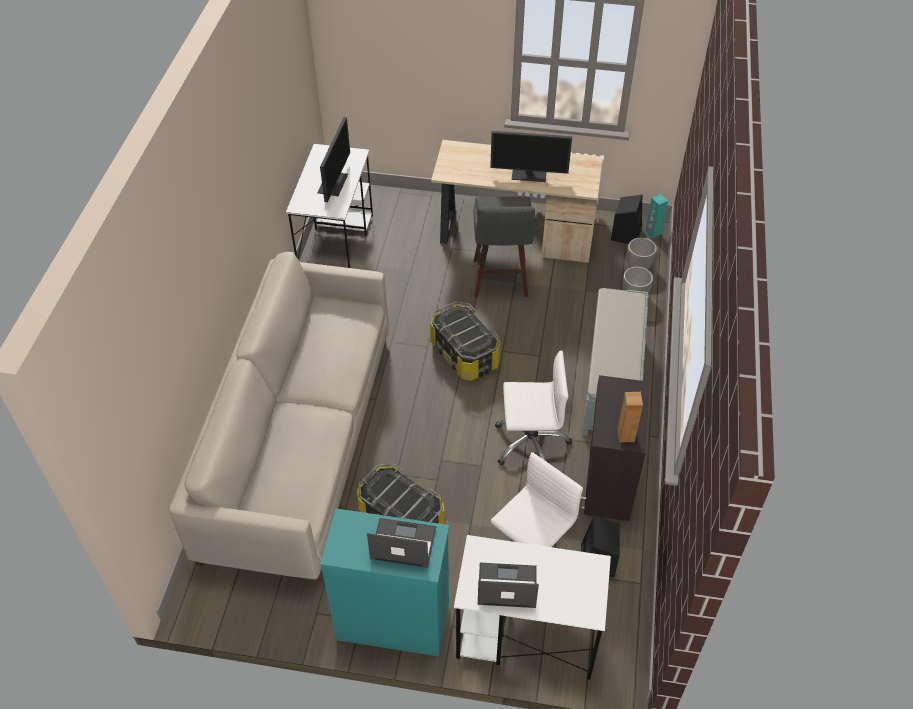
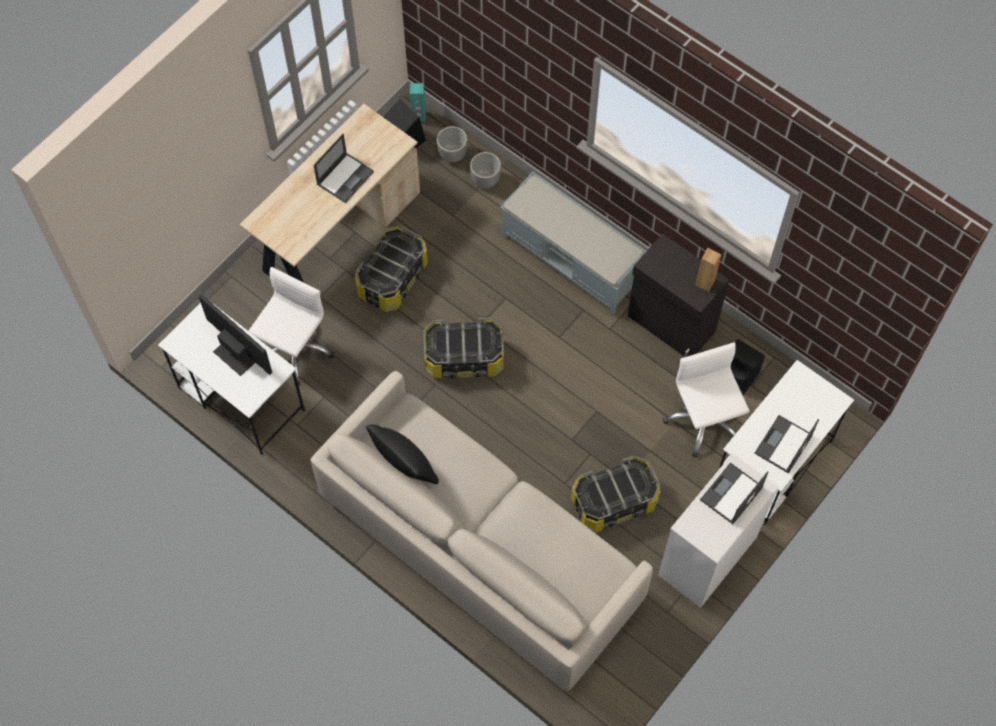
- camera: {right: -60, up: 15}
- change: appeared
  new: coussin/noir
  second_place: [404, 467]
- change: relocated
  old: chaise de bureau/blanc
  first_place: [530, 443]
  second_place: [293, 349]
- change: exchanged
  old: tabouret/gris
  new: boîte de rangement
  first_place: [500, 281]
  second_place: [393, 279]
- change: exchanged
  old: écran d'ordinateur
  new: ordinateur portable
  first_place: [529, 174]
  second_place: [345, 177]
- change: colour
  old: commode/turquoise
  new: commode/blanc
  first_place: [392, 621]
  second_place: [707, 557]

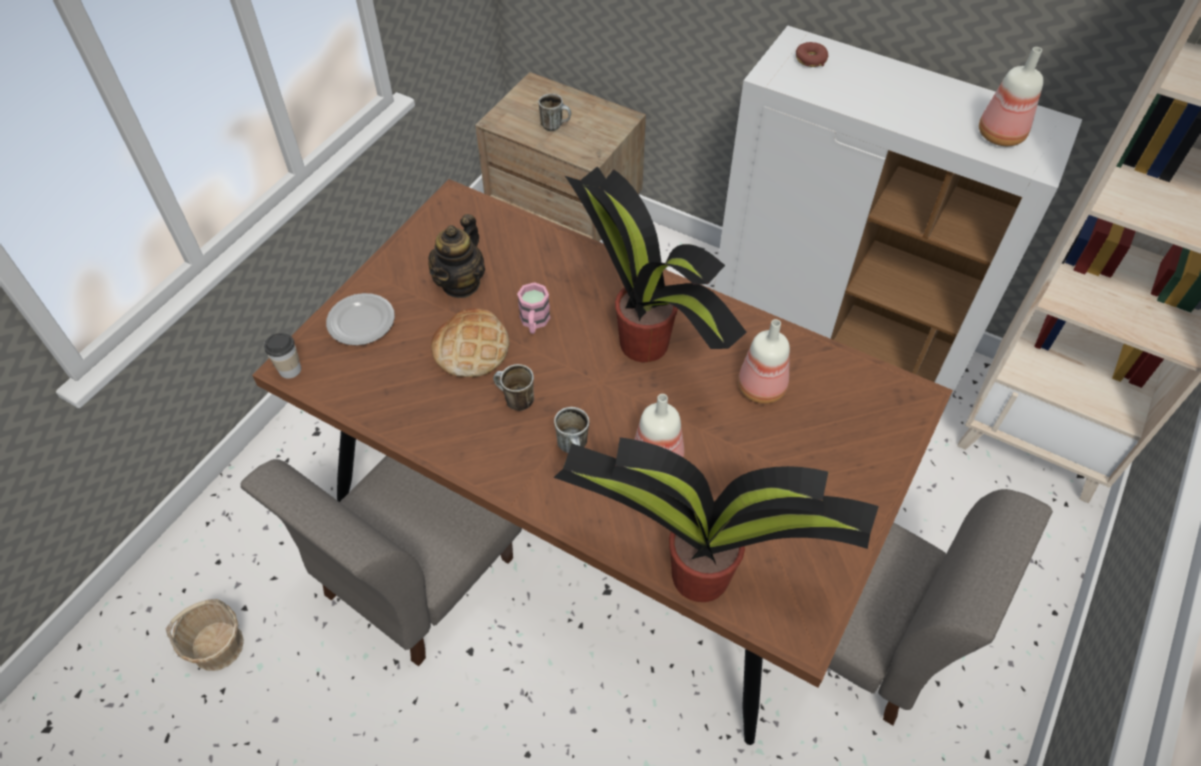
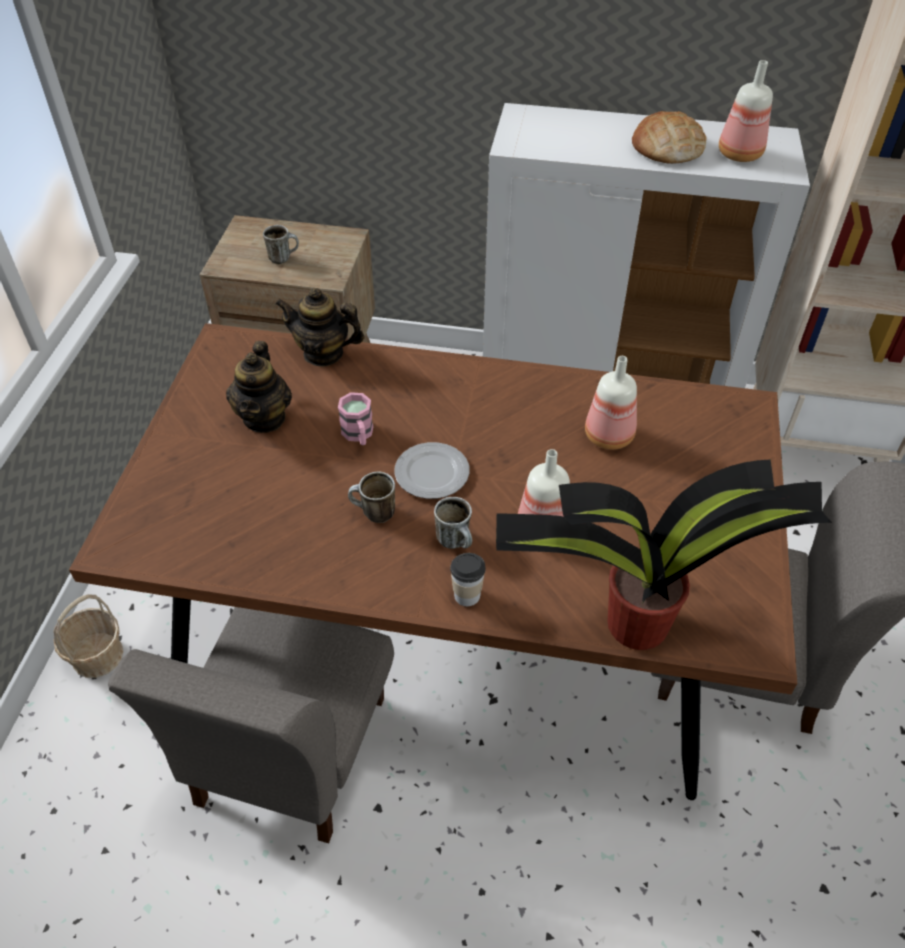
- camera: {right: -20, up: -5}
- change: missing
  old: plante en pot
  first_place: [645, 345]
- change: missing
  old: beignet
  first_place: [810, 59]
- change: appeared
  new: théière
  second_place: [323, 353]
- change: relocated
  old: panier
  first_place: [217, 646]
  second_place: [97, 655]
- change: relocated
  old: tasse
  first_place: [290, 370]
  second_place: [467, 595]
- change: relocated
  old: assiette
  first_place: [362, 322]
  second_place: [432, 473]
- change: relocated
  old: pain
  first_place: [471, 348]
  second_place: [667, 146]

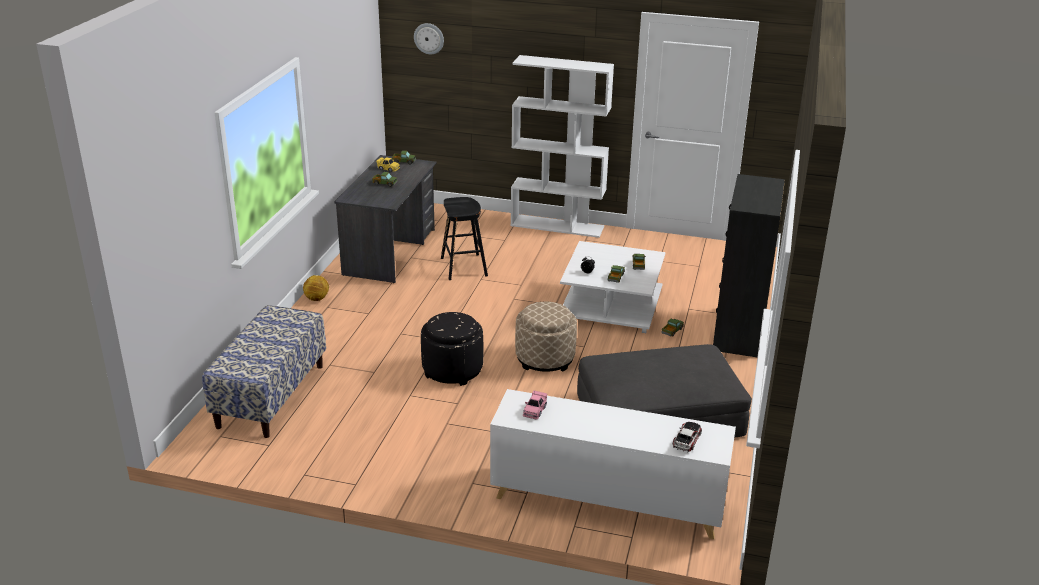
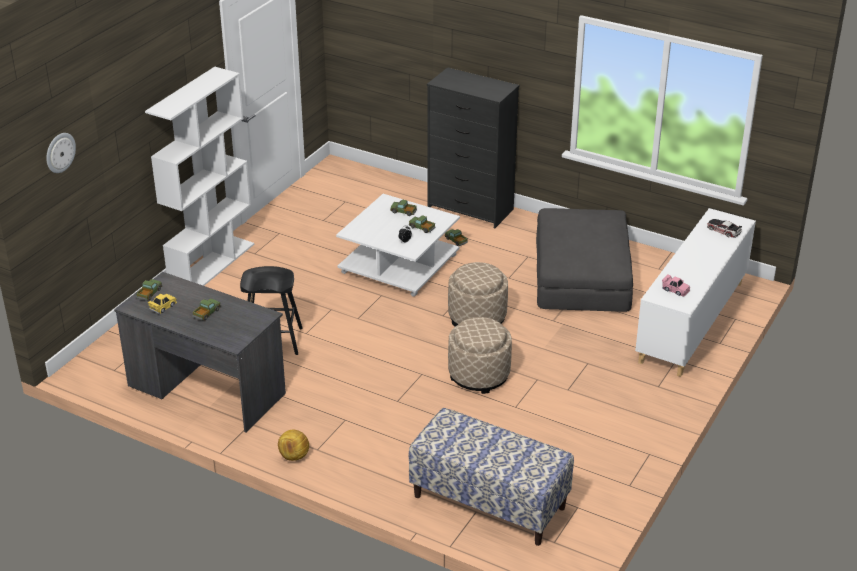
- camera: {right: -75, up: 5}
- change: colour
  old: pouf/noir
  new: pouf/beige
  first_place: [452, 370]
  second_place: [479, 375]

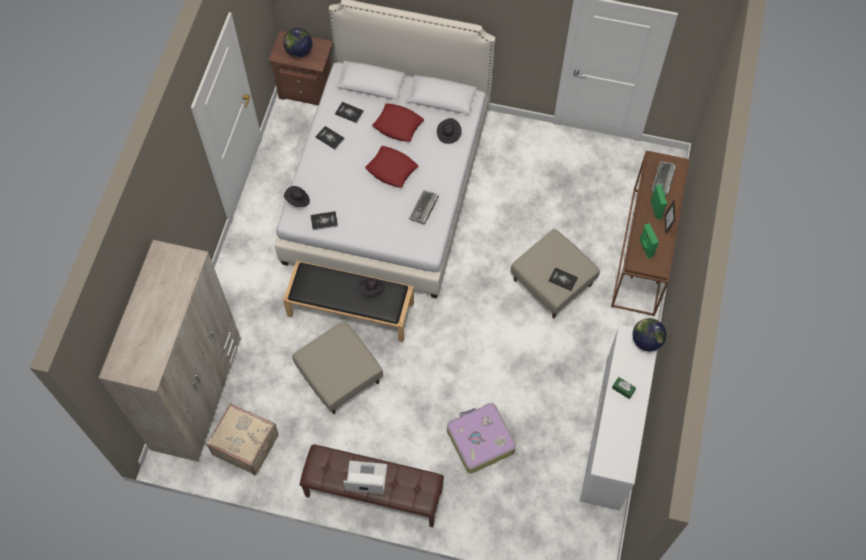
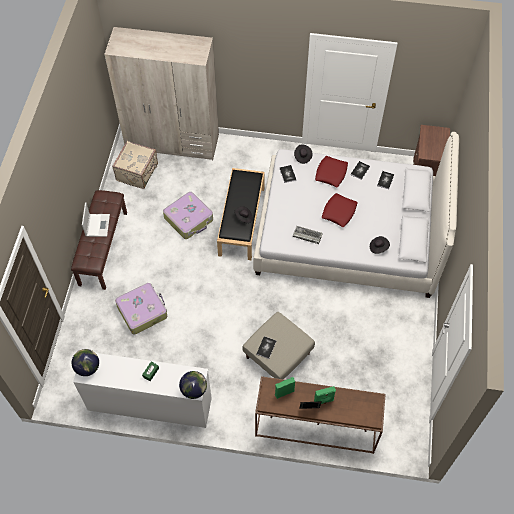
- camera: {right: 85, up: -5}
- change: missing
  old: clavier
  first_place: [663, 180]
- change: relocated
  old: globe
  first_place: [299, 51]
  second_place: [87, 368]
- change: relocated
  old: coussin/rouge
  first_place: [398, 125]
  second_place: [331, 173]
- change: exchanged
  old: pouf/beige
  new: valise
  first_place: [339, 375]
  second_place: [189, 219]

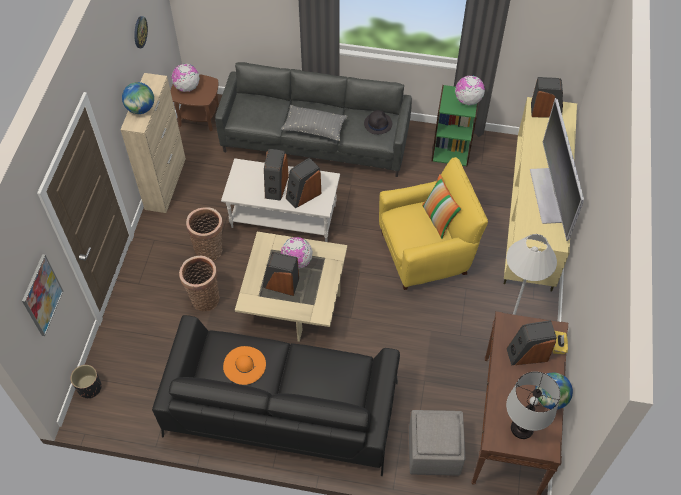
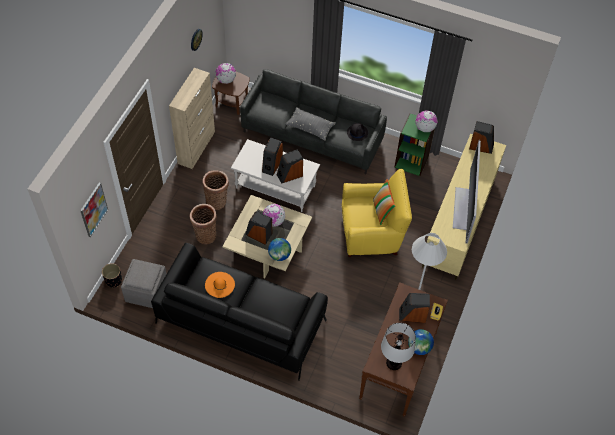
- camera: {right: 10, up: 0}
- change: relocated
  old: globe
  first_place: [141, 109]
  second_place: [279, 255]
- change: relocated
  old: pouf/gris
  first_place: [433, 452]
  second_place: [146, 292]

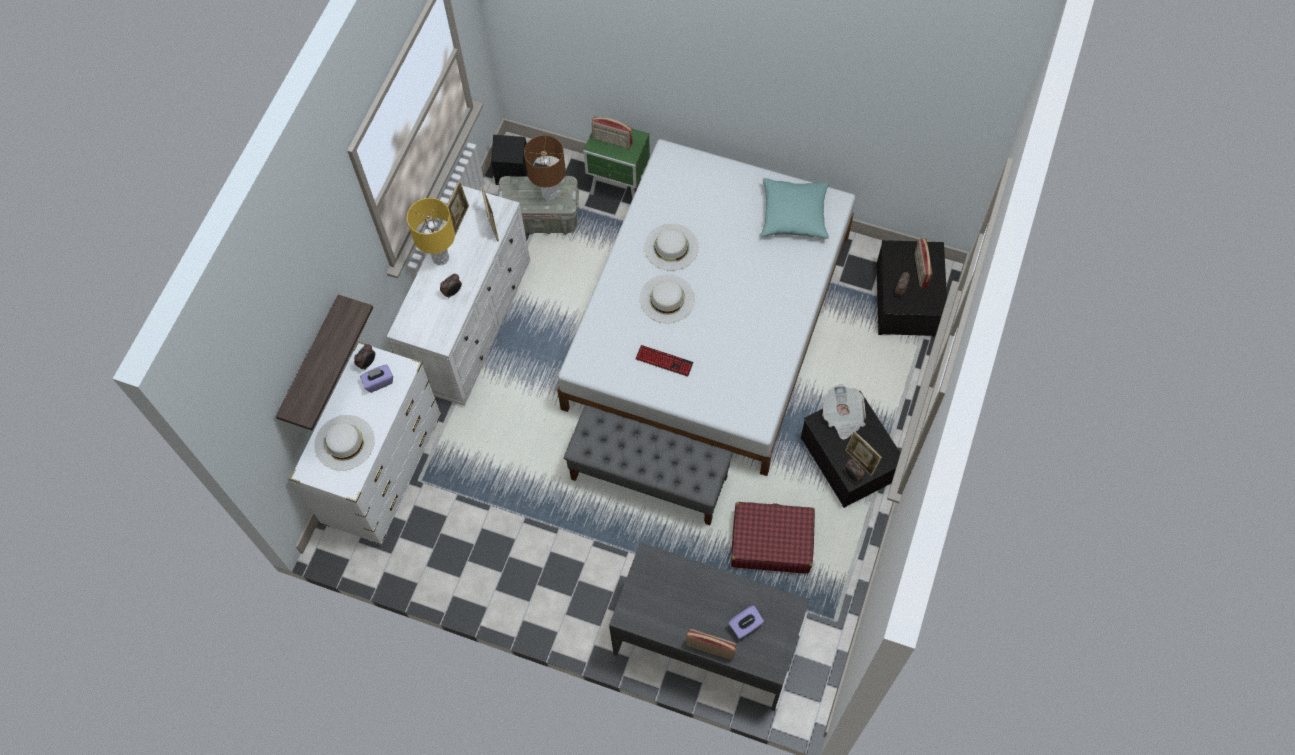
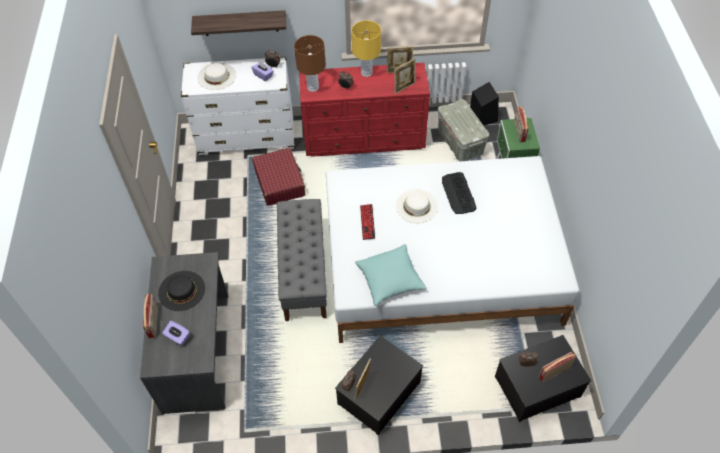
- camera: {right: 65, up: -10}
- change: missing
  old: journal
  first_place: [843, 417]
- change: appeared
  new: chapeau/noir
  second_place: [181, 290]
- change: relocated
  old: lampe de table/marron
  first_place: [550, 193]
  second_place: [313, 87]
- change: relocated
  old: valise/rouge
  first_place: [771, 541]
  second_place: [279, 182]
- change: relocated
  old: coussin/turquoise
  first_place: [794, 215]
  second_place: [390, 279]
- change: exchanged
  old: chapeau/blanc
  new: clavier
  first_place: [671, 247]
  second_place: [458, 193]
- change: colour
  old: commode/blanc
  new: commode/rouge
  first_place: [471, 323]
  second_place: [365, 138]

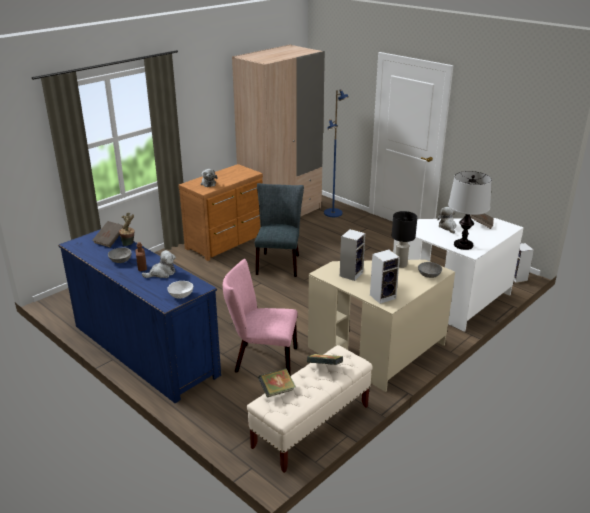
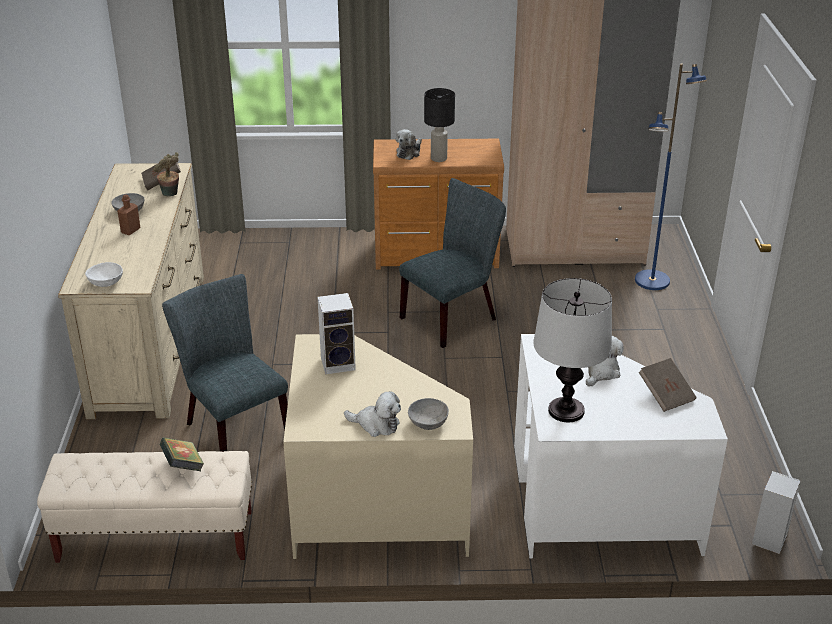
- camera: {right: 45, up: 5}
- change: missing
  old: livre
  first_place: [277, 391]
- change: missing
  old: enceinte
  first_place: [383, 296]
- change: relocated
  old: peluche
  first_place: [162, 273]
  second_place: [376, 424]
- change: relocated
  old: lampe de table/noir
  first_place: [400, 265]
  second_place: [438, 158]
- change: colour
  old: commode/bleu
  new: commode/beige
  first_place: [144, 349]
  second_place: [150, 342]
- change: colour
  old: chaise/rose
  new: chaise/gris
  first_place: [261, 360]
  second_place: [233, 428]

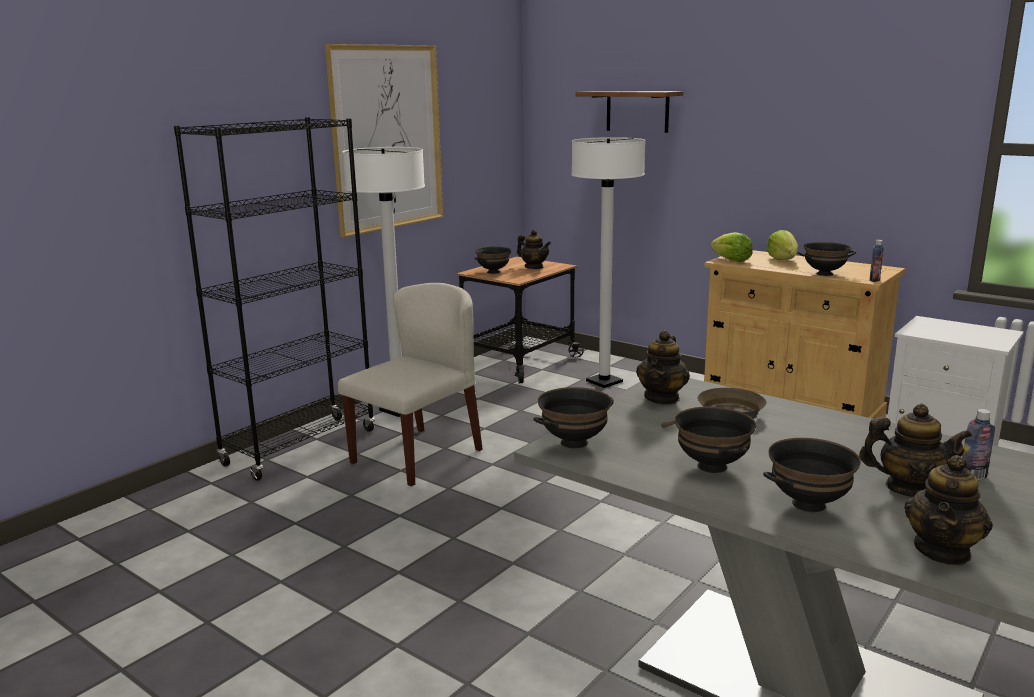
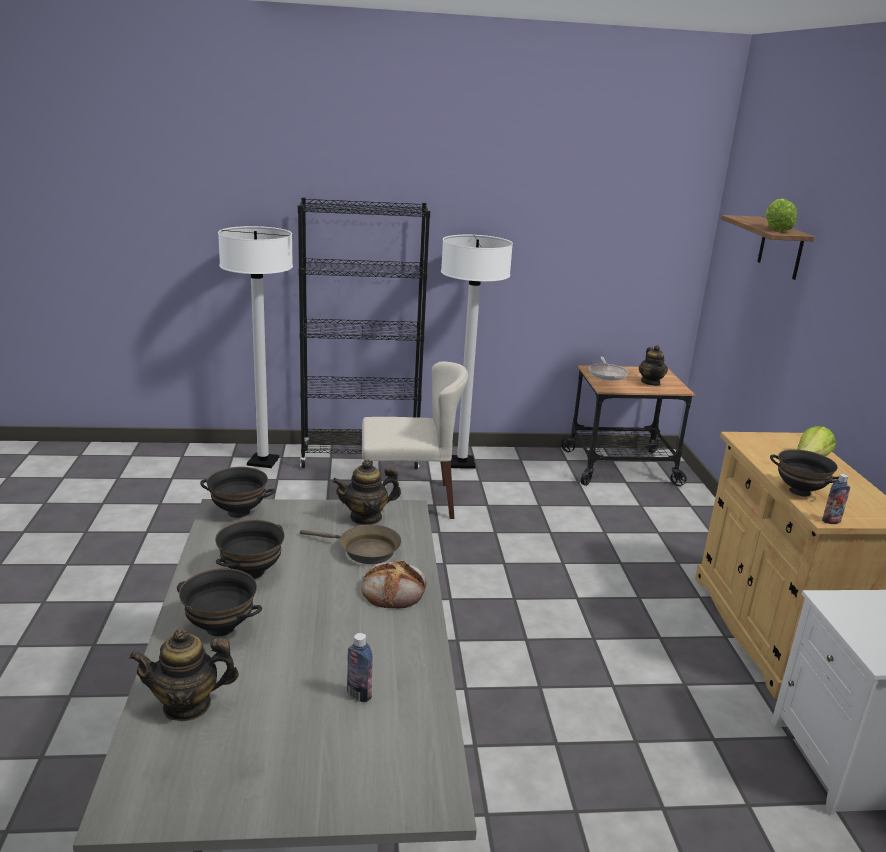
- camera: {right: 45, up: 5}
- change: missing
  old: tableau
  first_place: [387, 138]
- change: missing
  old: théière
  first_place: [908, 488]
- change: appeared
  new: pain
  second_place: [394, 589]
- change: relocated
  old: lampadaire/blanc
  first_place: [604, 382]
  second_place: [263, 462]
- change: relocated
  old: laitue
  first_place: [731, 260]
  second_place: [776, 229]
- change: exchanged
  old: bol/noir
  new: poêle
  first_place: [493, 272]
  second_place: [607, 374]

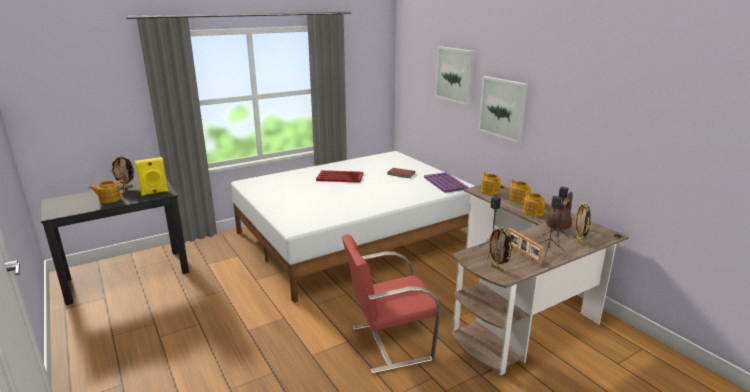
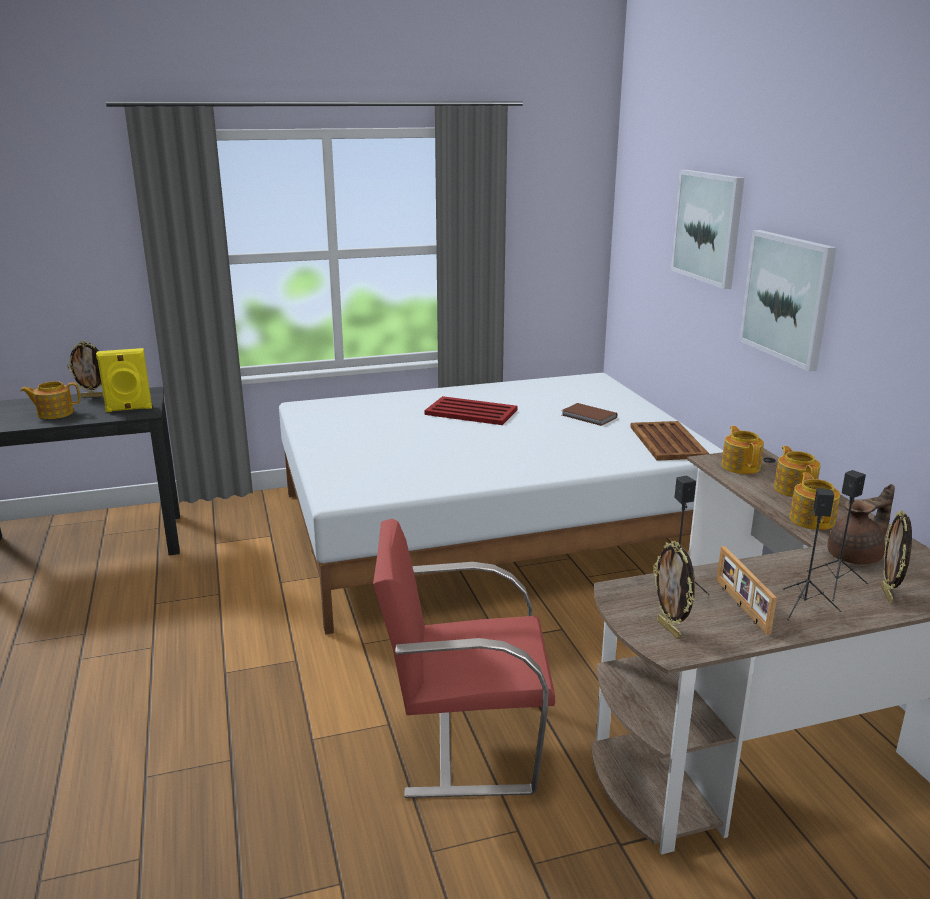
- camera: {right: 15, up: 0}
- change: colour
  old: plateau/violet
  new: plateau/marron
  first_place: [445, 183]
  second_place: [667, 442]

